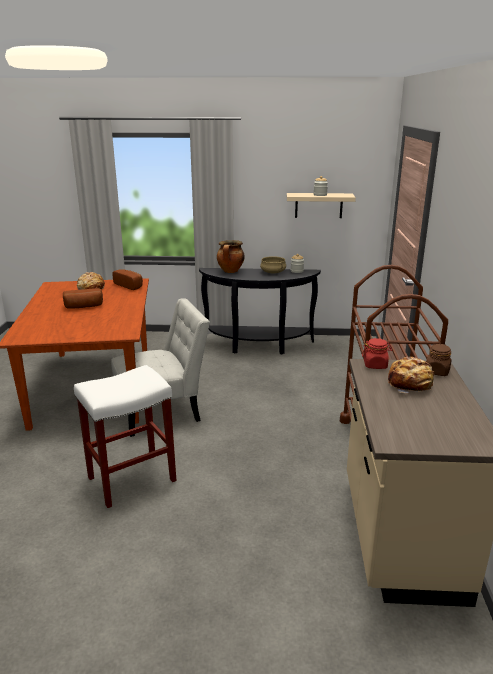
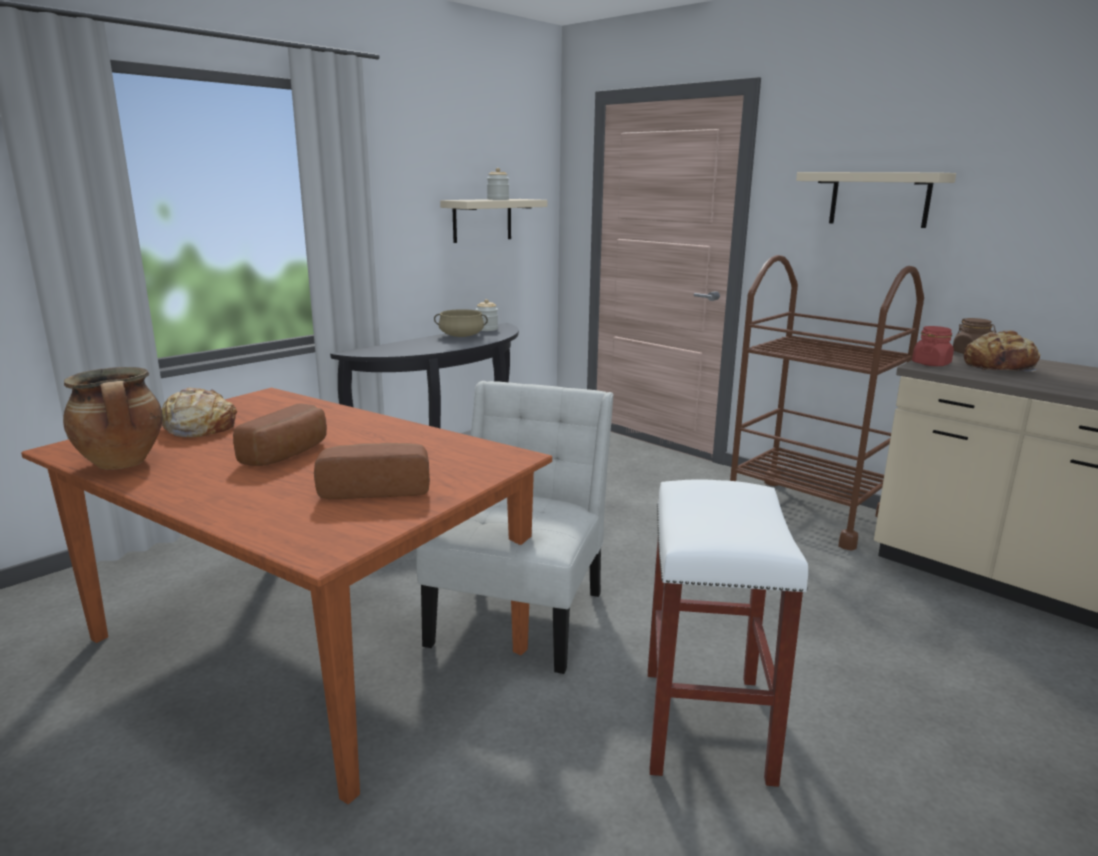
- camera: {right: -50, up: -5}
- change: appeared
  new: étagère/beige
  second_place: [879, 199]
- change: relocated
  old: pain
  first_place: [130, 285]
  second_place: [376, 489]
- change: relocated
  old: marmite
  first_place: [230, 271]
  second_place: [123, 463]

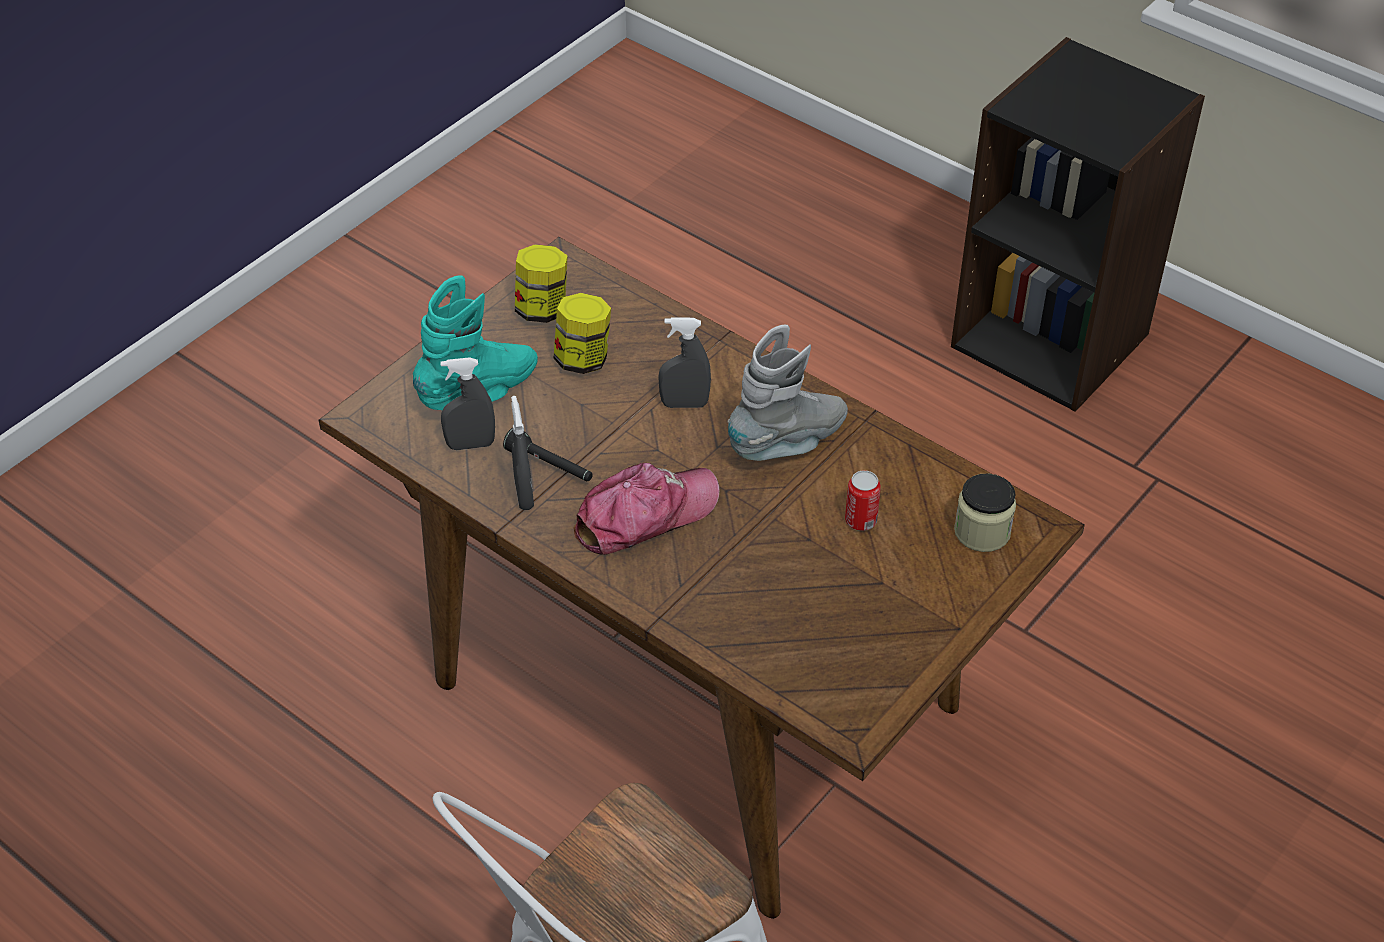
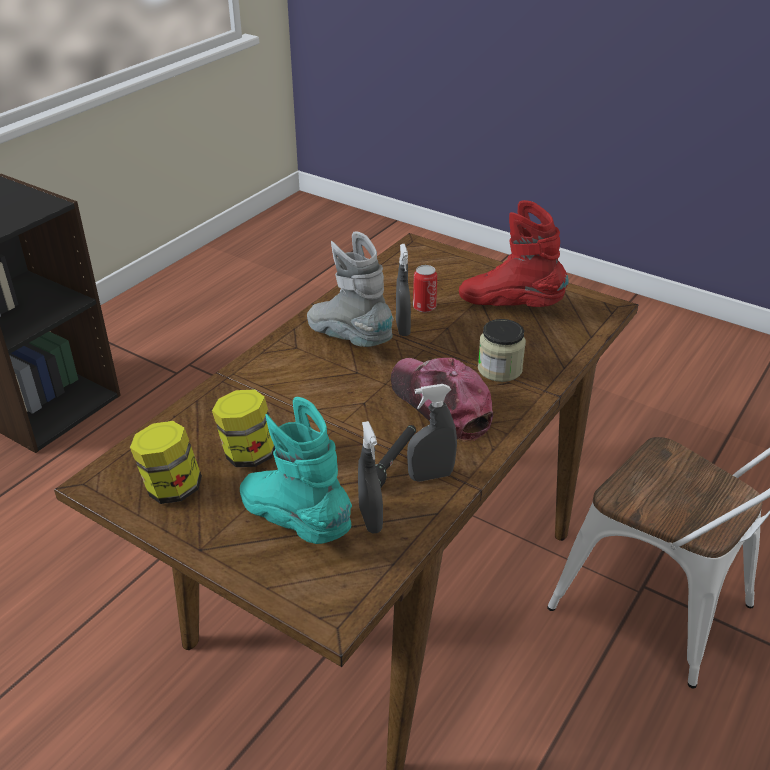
- camera: {right: -95, up: -10}
- change: appeared
  new: botte/rouge
  second_place: [510, 305]
- change: relocated
  old: vaporisateur/gris
  first_place: [684, 404]
  second_place: [402, 328]
- change: relocated
  old: bocal
  first_place: [982, 531]
  second_place: [499, 369]

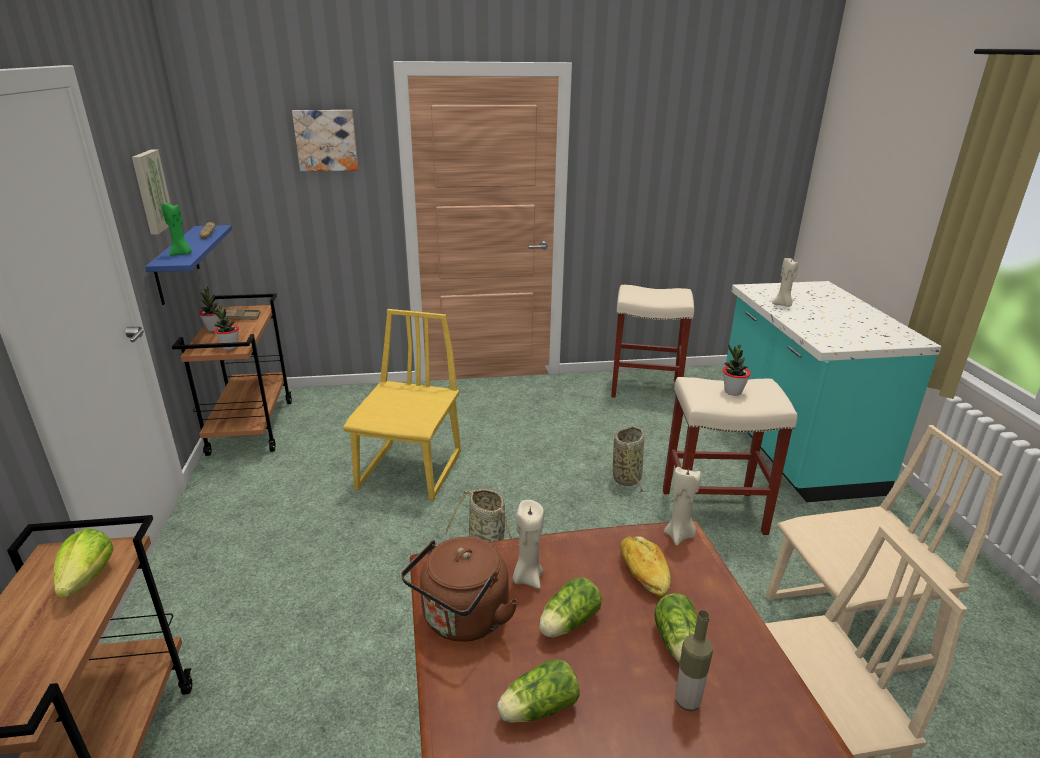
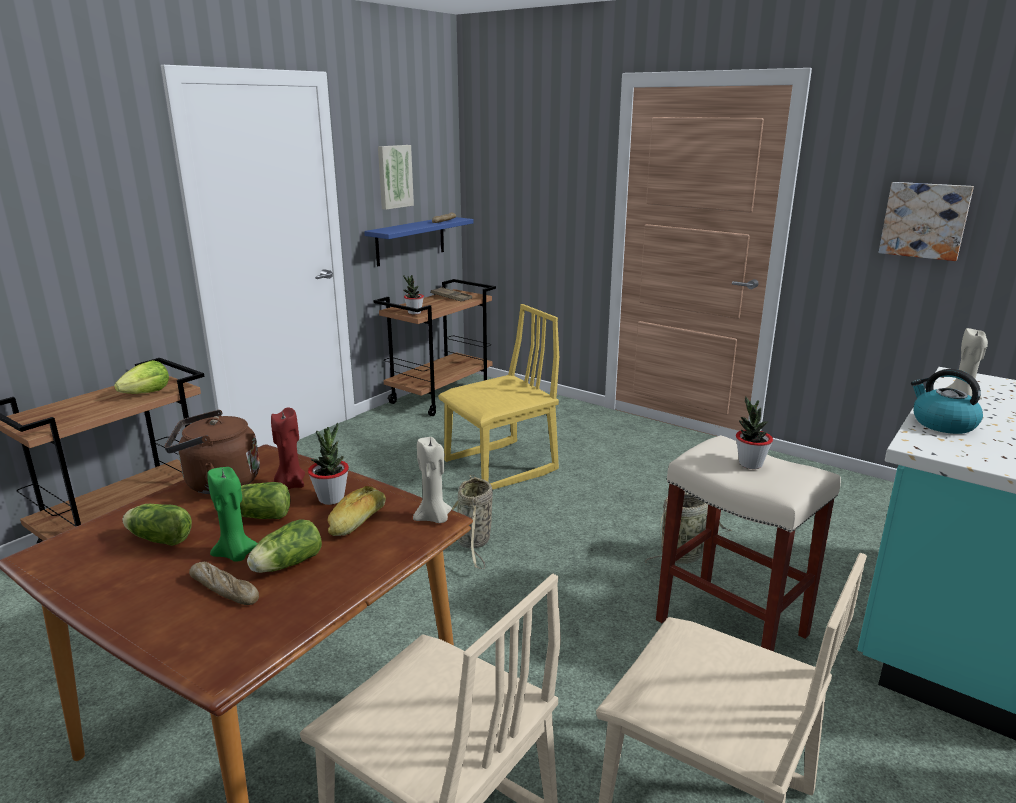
- camera: {right: 45, up: -5}
- change: missing
  old: tabouret/beige
  first_place: [646, 388]
- change: appeared
  new: bouilloire
  second_place: [942, 424]
- change: relocated
  old: bougie/vert
  first_place: [182, 254]
  second_place: [236, 555]
- change: relocated
  old: plante en pot
  first_place: [214, 328]
  second_place: [331, 498]
- change: relocated
  old: tableau
  first_place: [326, 140]
  second_place: [925, 220]
- change: exchanged
  old: bouteille
  new: pain
  first_place: [687, 701]
  second_place: [224, 590]
- change: colour
  old: bougie/beige
  new: bougie/rouge
  first_place: [527, 578]
  second_place: [291, 485]

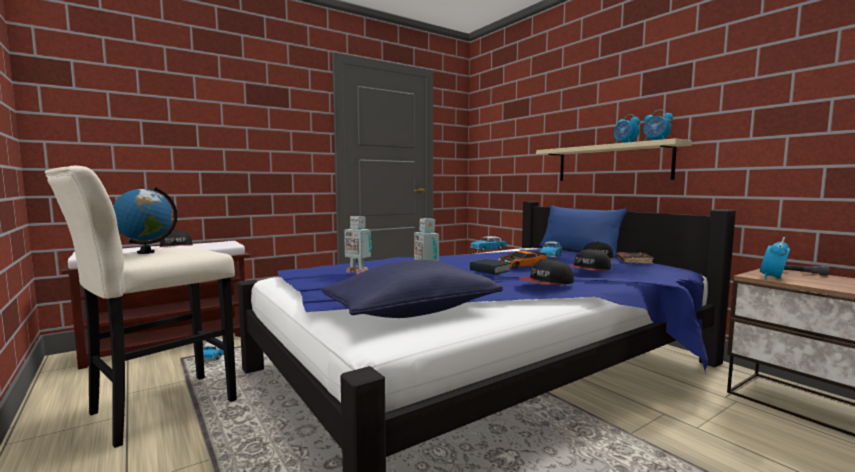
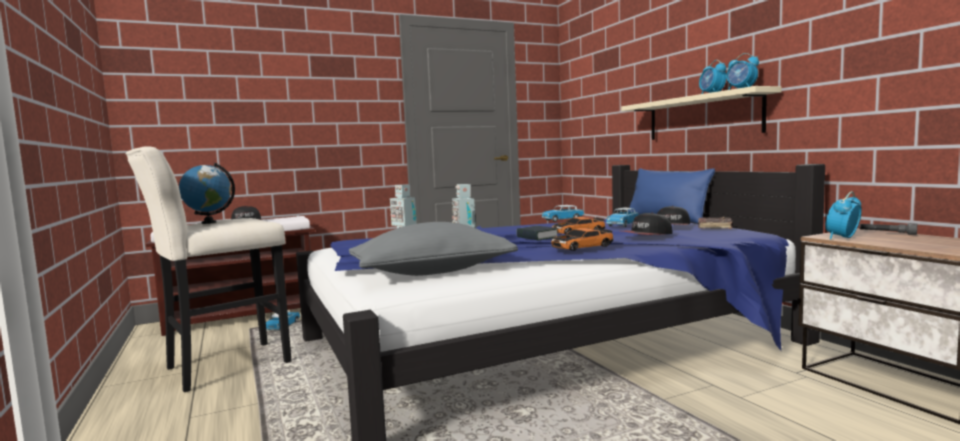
- camera: {right: 10, up: 0}
- change: exchanged
  old: casquette
  new: petite voiture
  first_place: [546, 283]
  second_place: [582, 246]
- change: colour
  old: coussin/bleu
  new: coussin/gris
  first_place: [412, 313]
  second_place: [432, 272]

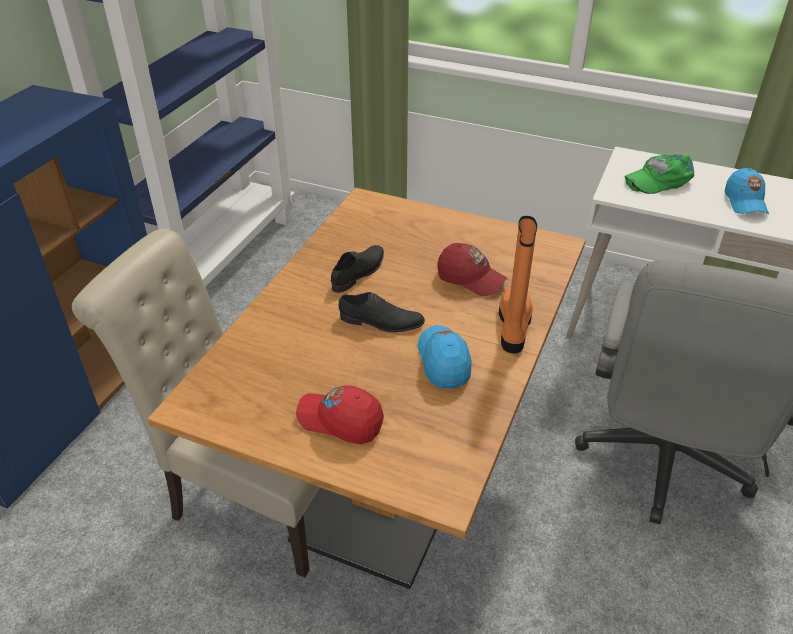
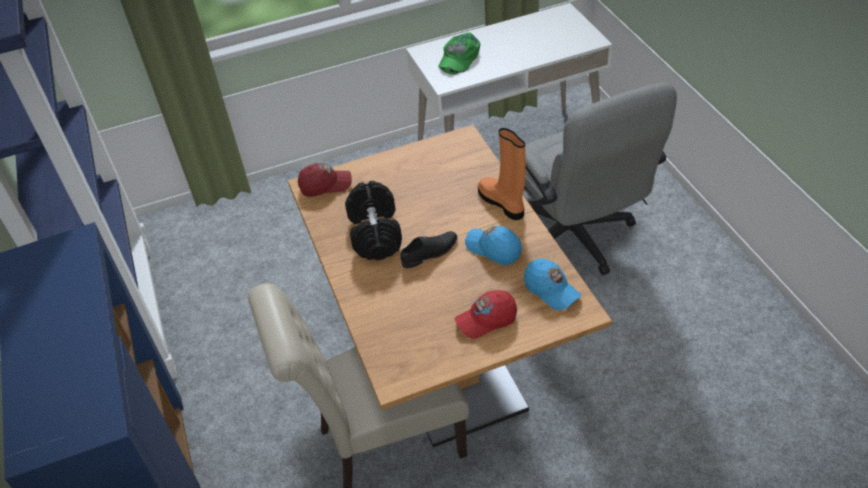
- camera: {right: -40, up: 5}
- change: relocated
  old: casquette/rouge
  first_place: [471, 279]
  second_place: [326, 185]
- change: relocated
  old: casquette/bleu
  first_place: [745, 202]
  second_place: [551, 290]
- change: exchanged
  old: chaussure/noir
  new: haltère/noir
  first_place: [359, 272]
  second_place: [375, 233]

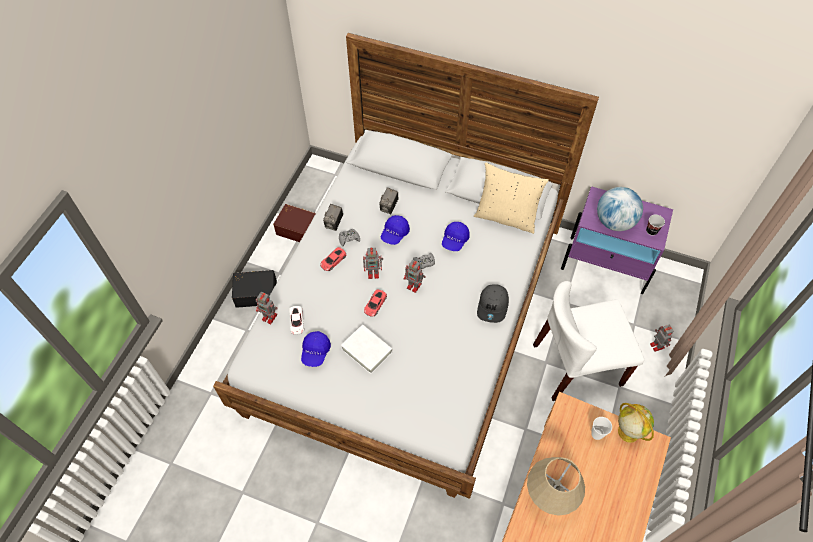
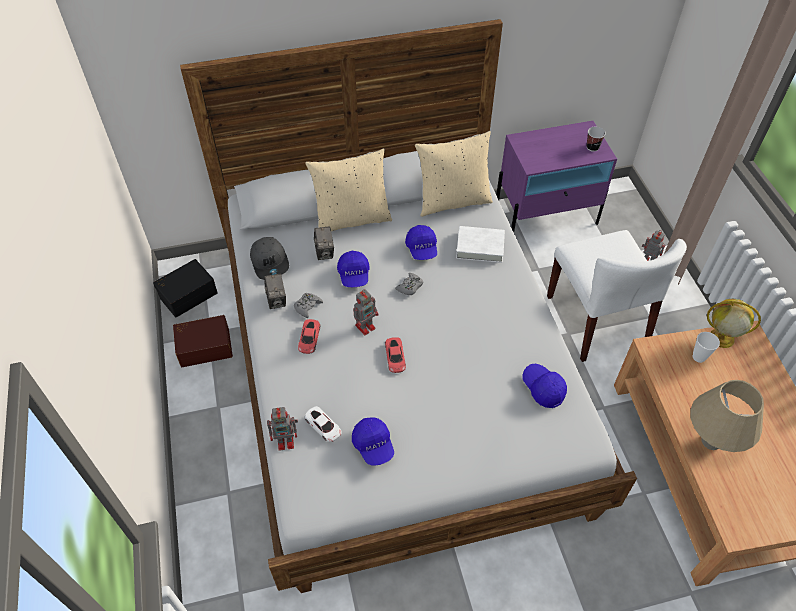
- camera: {right: -35, up: -5}
- change: missing
  old: robot jouet
  first_place: [414, 286]
- change: missing
  old: globe
  first_place: [614, 222]
- change: appeared
  new: coussin/beige
  second_place: [352, 219]
- change: appeared
  new: casquette/bleu
  second_place: [543, 388]
- change: relocated
  old: boîte de rangement/noir
  first_place: [256, 292]
  second_place: [187, 294]
- change: relocated
  old: livre/blanc
  first_place: [367, 350]
  second_place: [480, 247]
- change: relocated
  old: casquette/gris
  first_place: [493, 306]
  second_place: [270, 262]
- change: spun
  old: chaise/blanc
  first_place: [576, 365]
  second_place: [597, 320]
  degrees: -60

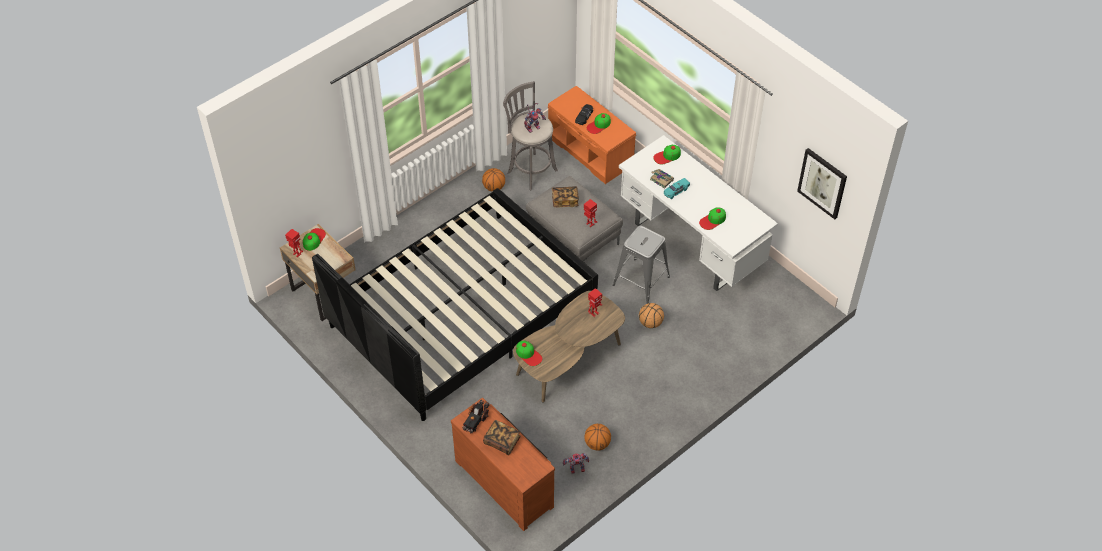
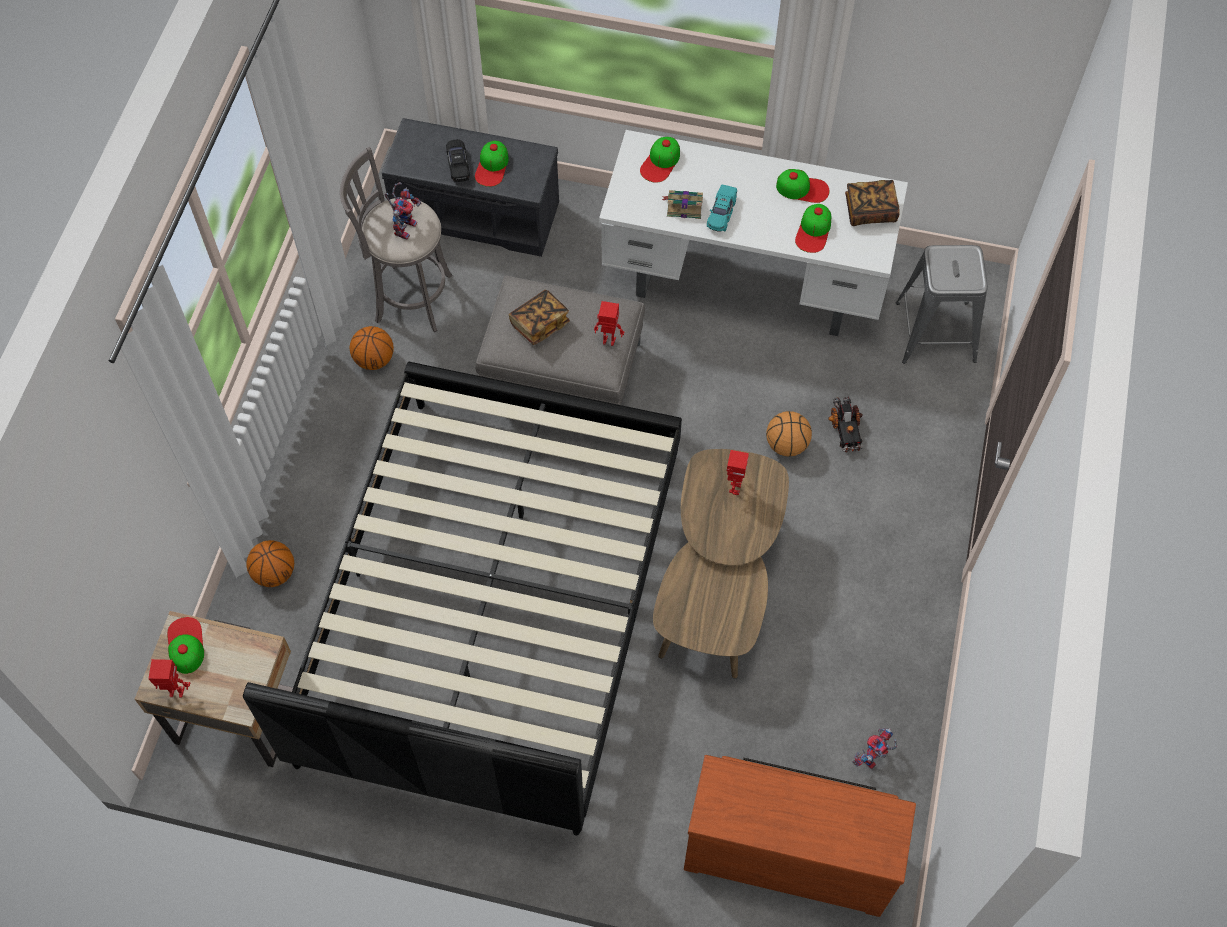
- camera: {right: -35, up: 10}
- change: missing
  old: tableau
  first_place: [822, 183]
- change: relocated
  old: camion jouet
  first_place: [475, 420]
  second_place: [845, 430]
- change: relocated
  old: livre
  first_place: [502, 441]
  second_place: [870, 211]
- change: relocated
  old: casquette
  first_place: [528, 354]
  second_place: [802, 188]
- change: relocated
  old: ballon de basket
  first_place: [597, 444]
  second_place: [274, 573]
- change: relocated
  old: tabouret/gris
  first_place: [641, 281]
  second_place: [936, 332]
- change: colour
  old: banc/orange
  new: banc/gris
  first_place: [591, 151]
  second_place: [478, 213]

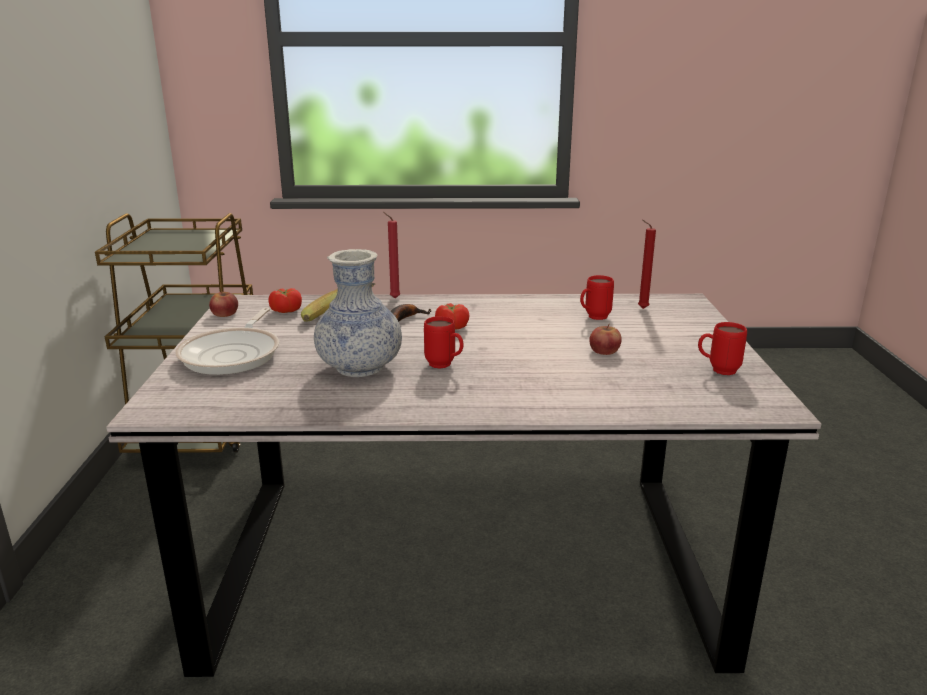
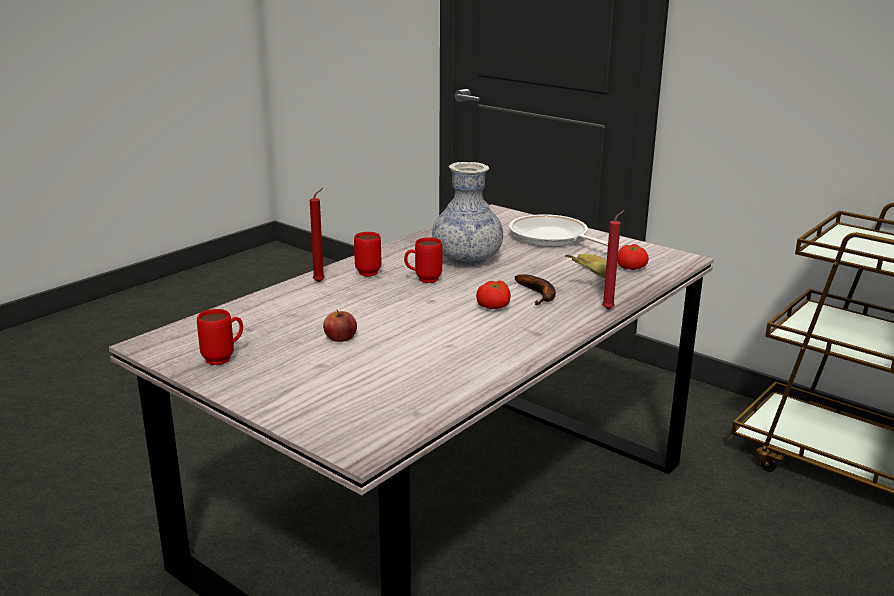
- camera: {right: 130, up: 0}
- change: missing
  old: pomme
  first_place: [225, 314]
- change: relocated
  old: mug/rouge
  first_place: [593, 318]
  second_place: [369, 271]
- change: relocated
  old: bougie/rouge
  first_place: [641, 308]
  second_place: [320, 281]

